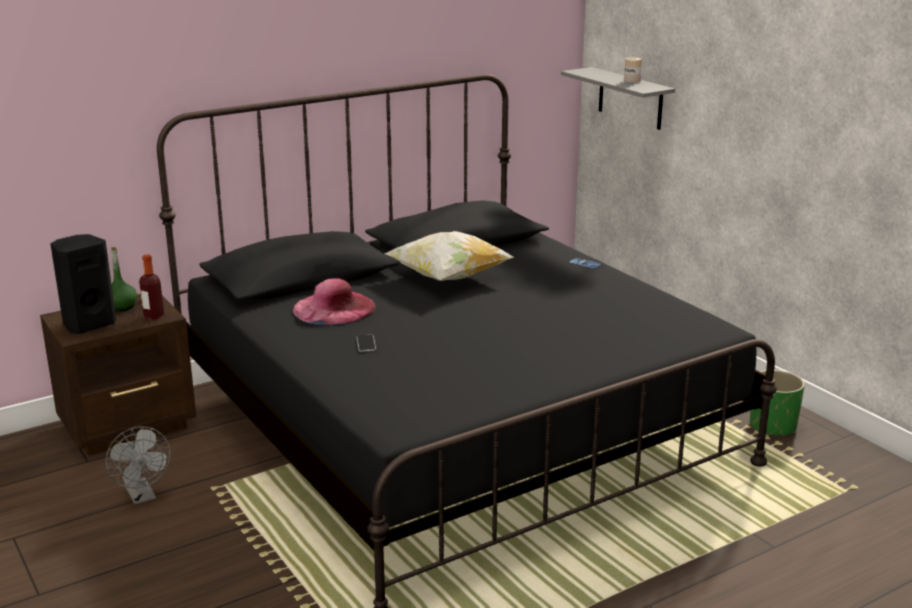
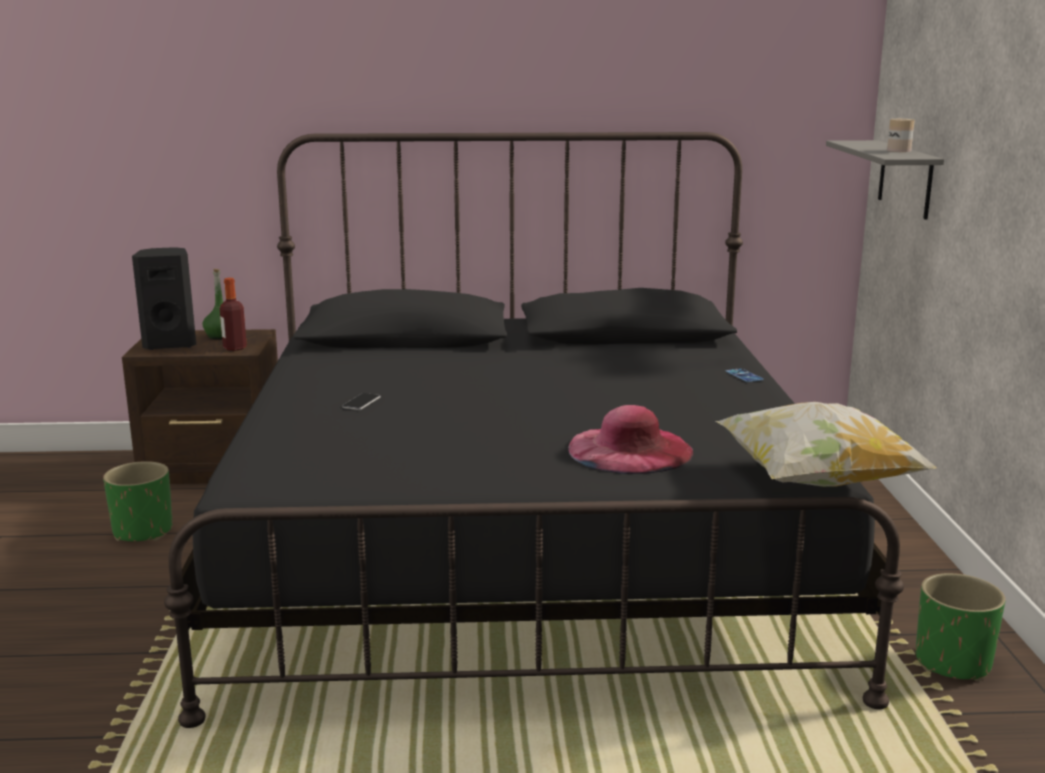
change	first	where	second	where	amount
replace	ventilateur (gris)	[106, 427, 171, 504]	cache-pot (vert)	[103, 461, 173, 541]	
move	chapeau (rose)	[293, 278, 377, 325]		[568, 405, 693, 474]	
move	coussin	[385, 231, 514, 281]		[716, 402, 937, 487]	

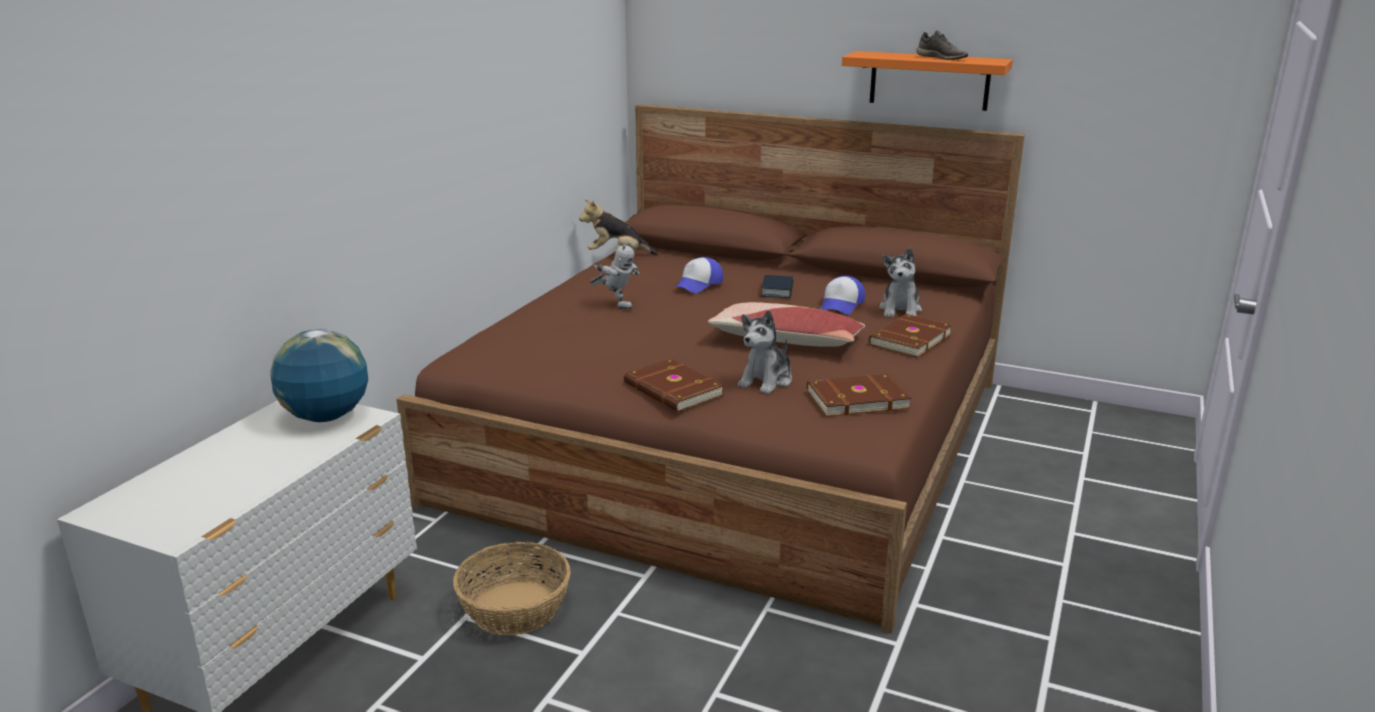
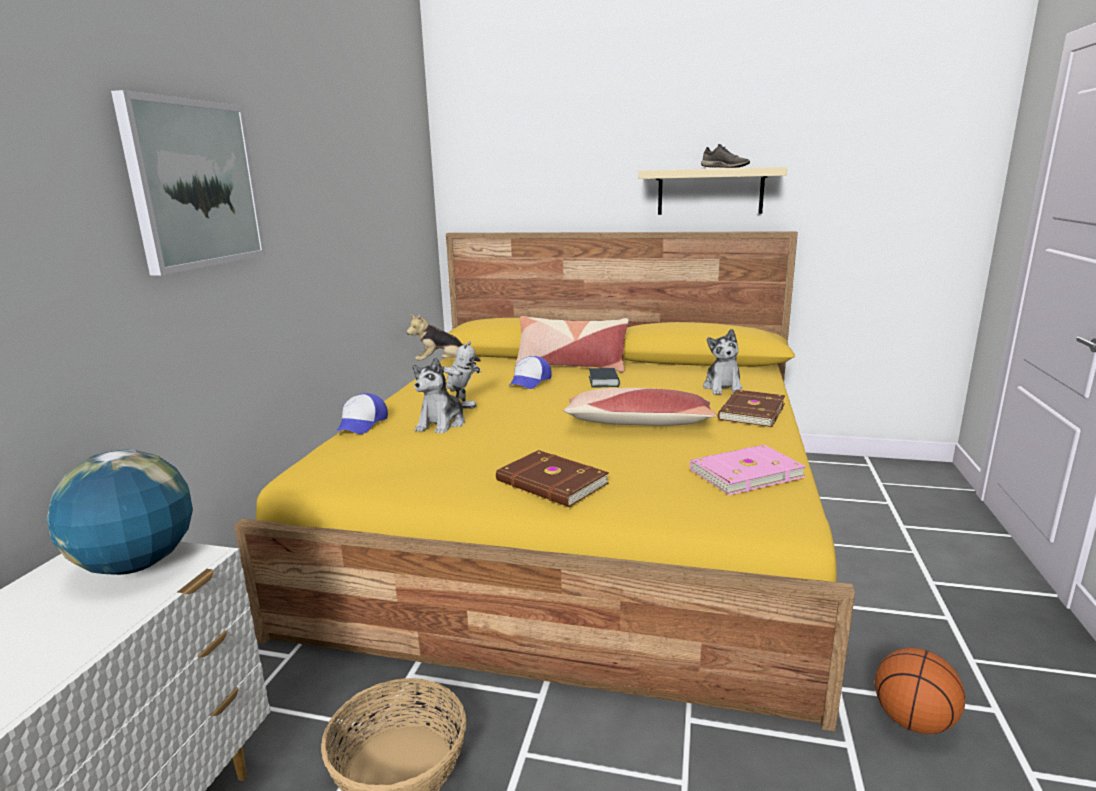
change	first	where	second	where	amount
insert			tableau	[111, 90, 266, 276]	
recolor	lit (marron)	[396, 104, 1025, 633]	lit (jaune)	[234, 231, 855, 732]	
move	casquette	[821, 276, 865, 315]		[335, 393, 388, 434]	
move	peluche	[738, 310, 792, 394]		[413, 357, 465, 433]	
insert			coussin	[516, 316, 629, 372]	
recolor	étagère (orange)	[842, 51, 1013, 111]	étagère (beige)	[638, 167, 787, 215]	
recolor	livre (marron)	[807, 374, 912, 417]	livre (rose)	[690, 445, 806, 495]	
insert			ballon de basket	[875, 648, 965, 734]	

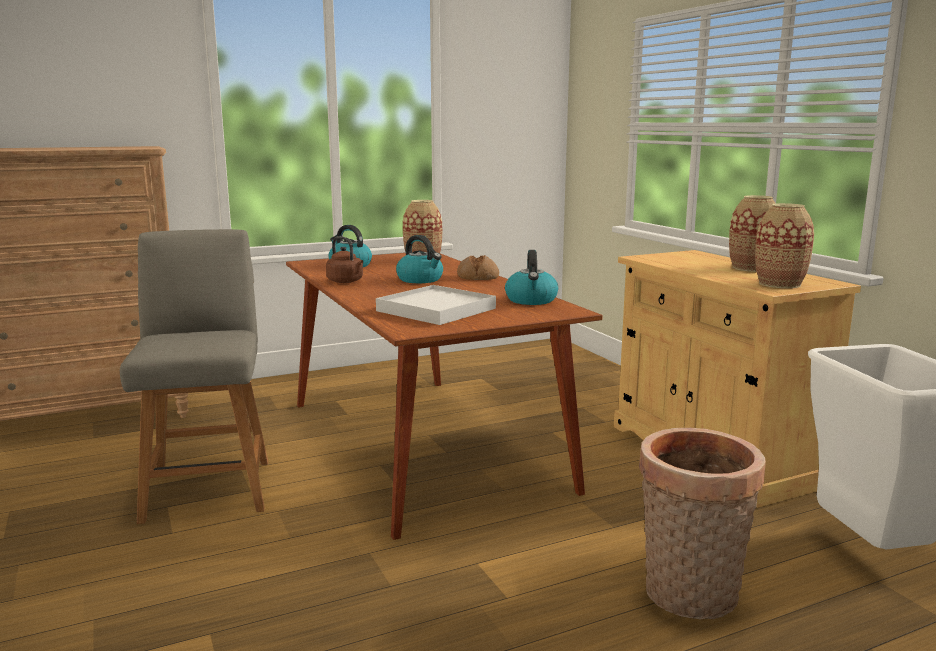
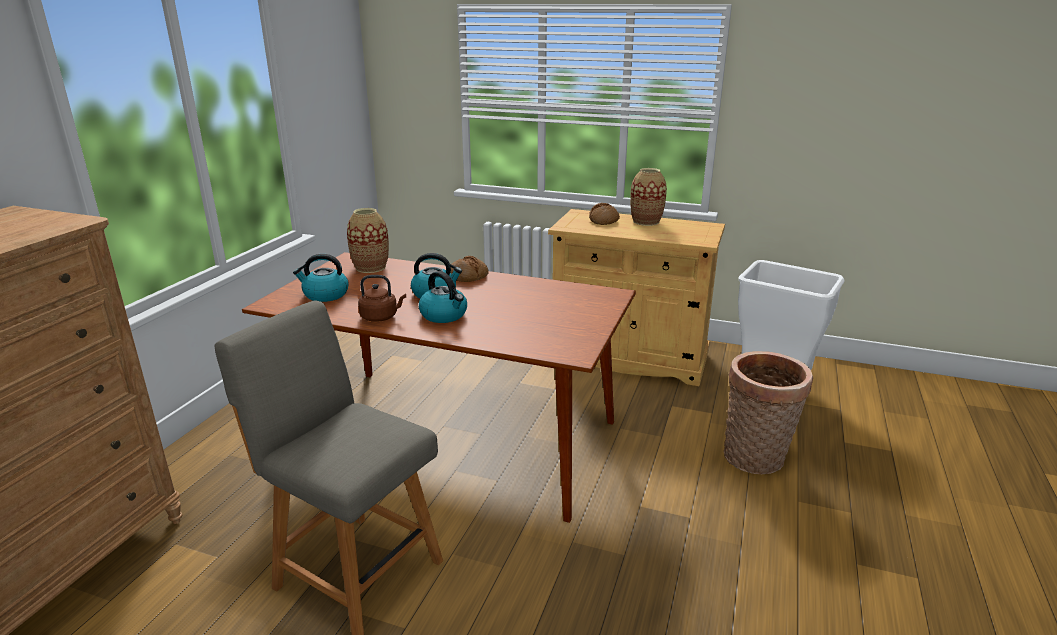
change	first	where	second	where	amount
move	bouilloire	[505, 250, 558, 305]		[419, 271, 467, 323]	
insert			pain	[589, 203, 620, 225]	
delete	plateau (blanc)	[376, 285, 496, 325]			
delete	vase	[755, 203, 814, 288]			

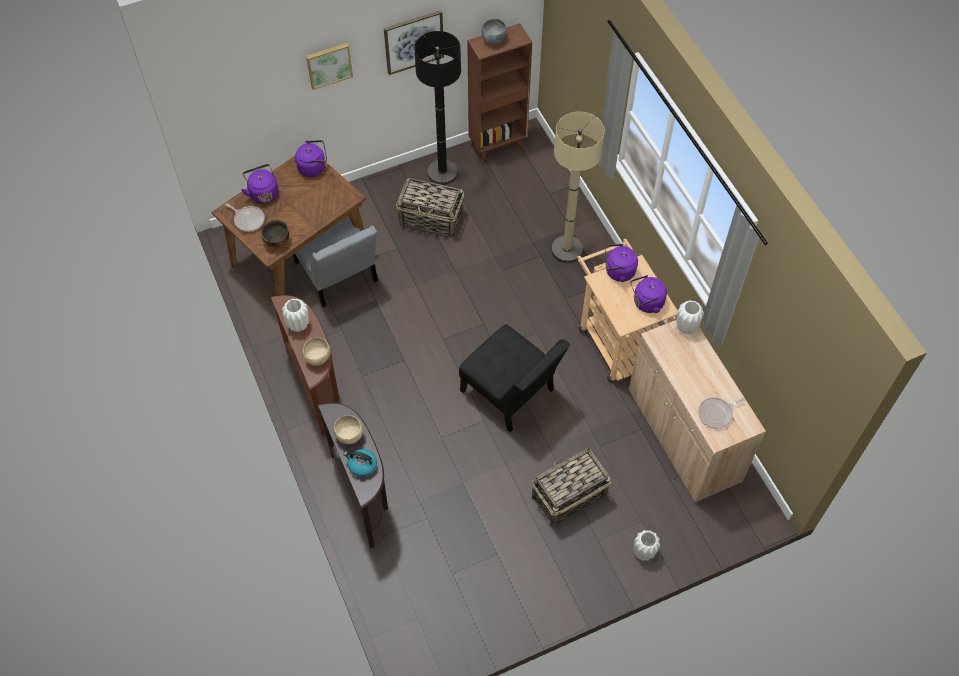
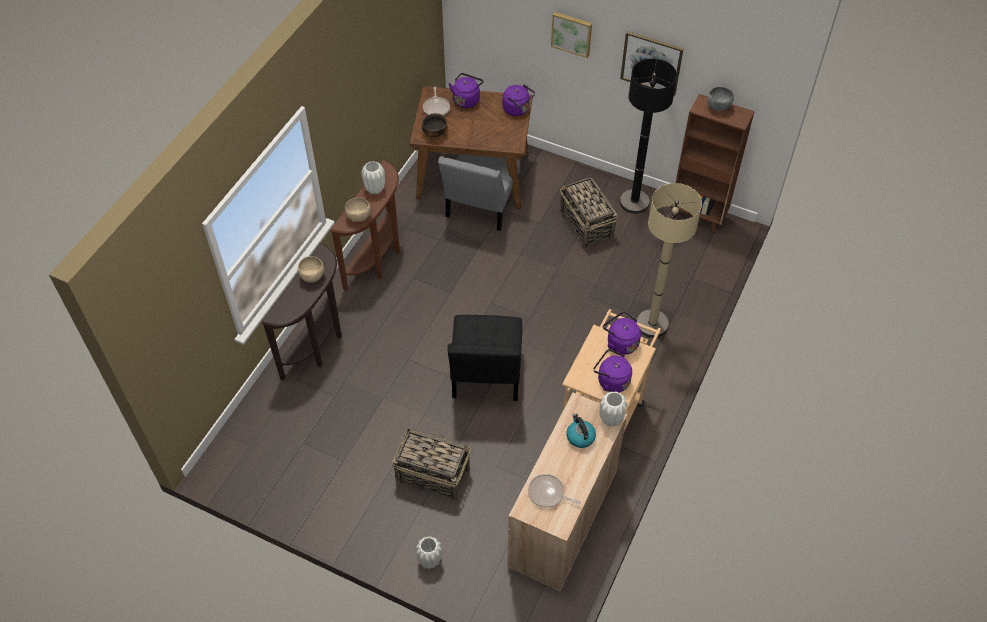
change	first	where	second	where	amount
move	bouilloire	[343, 449, 377, 477]		[567, 413, 596, 448]	

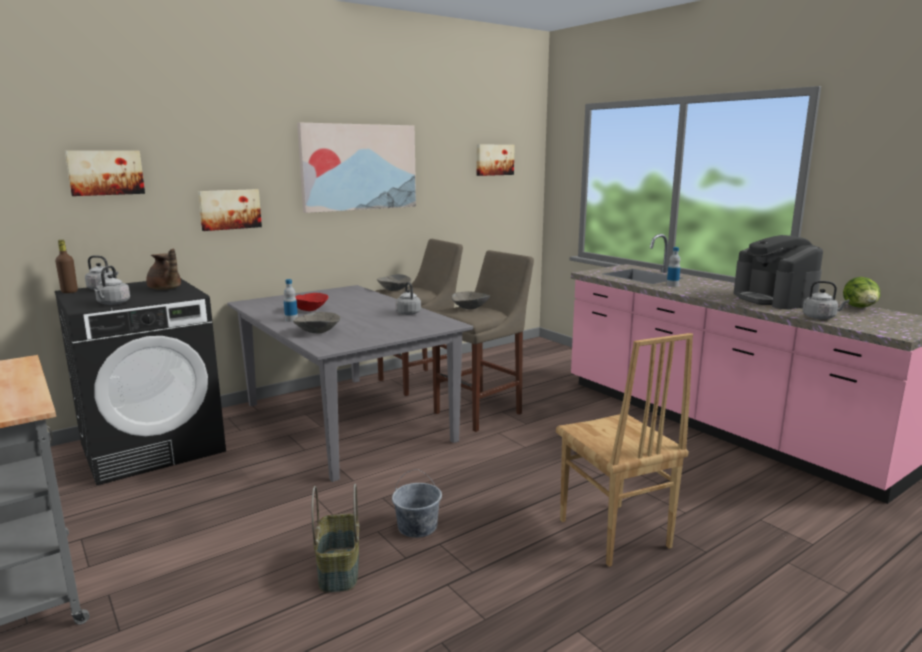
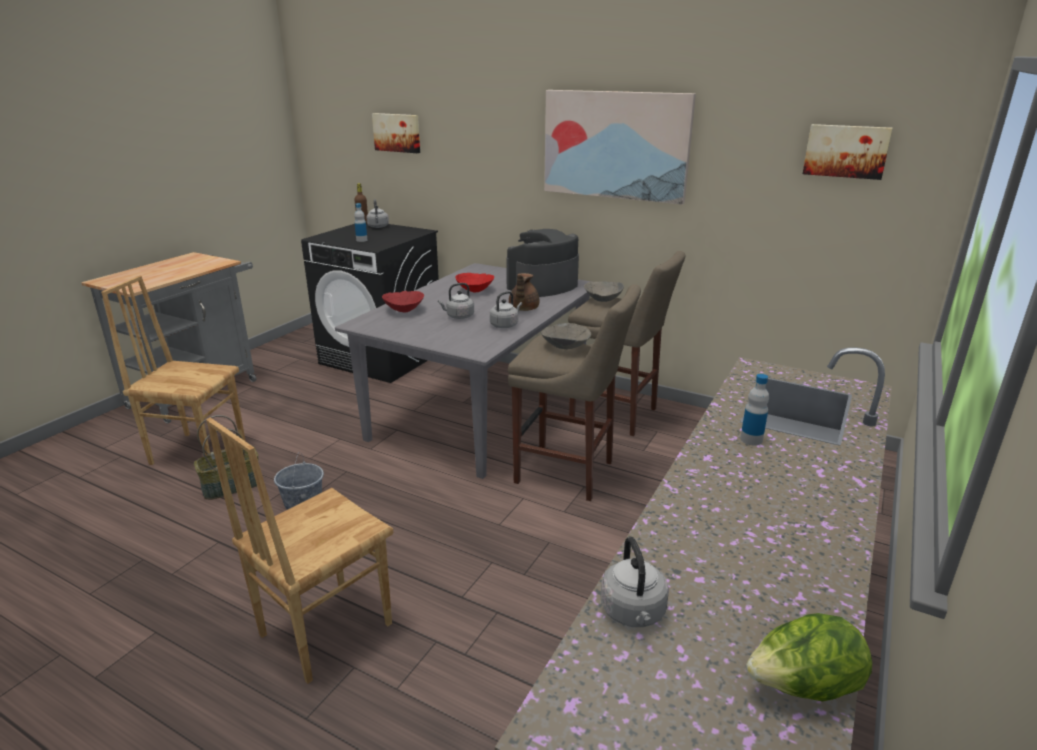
change	first	where	second	where	amount
insert			chaise (marron)	[101, 276, 245, 465]	
move	bouteille	[284, 279, 298, 322]		[354, 203, 367, 242]	
recolor	bol (gris)	[293, 312, 341, 334]	bol (rouge)	[382, 291, 424, 312]	
move	bouilloire (gris)	[94, 266, 130, 305]		[438, 283, 474, 319]	
move	machine à café	[734, 235, 823, 309]		[506, 229, 579, 297]	
move	théière (marron)	[146, 248, 181, 290]		[509, 273, 539, 311]	
delete	tableau	[198, 189, 262, 231]			

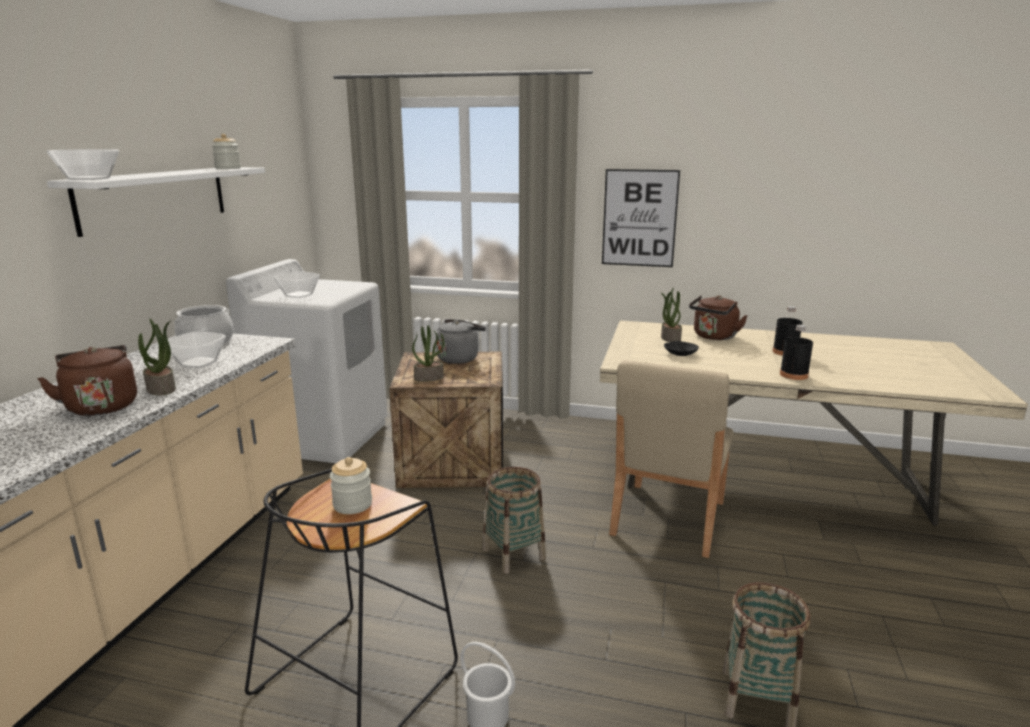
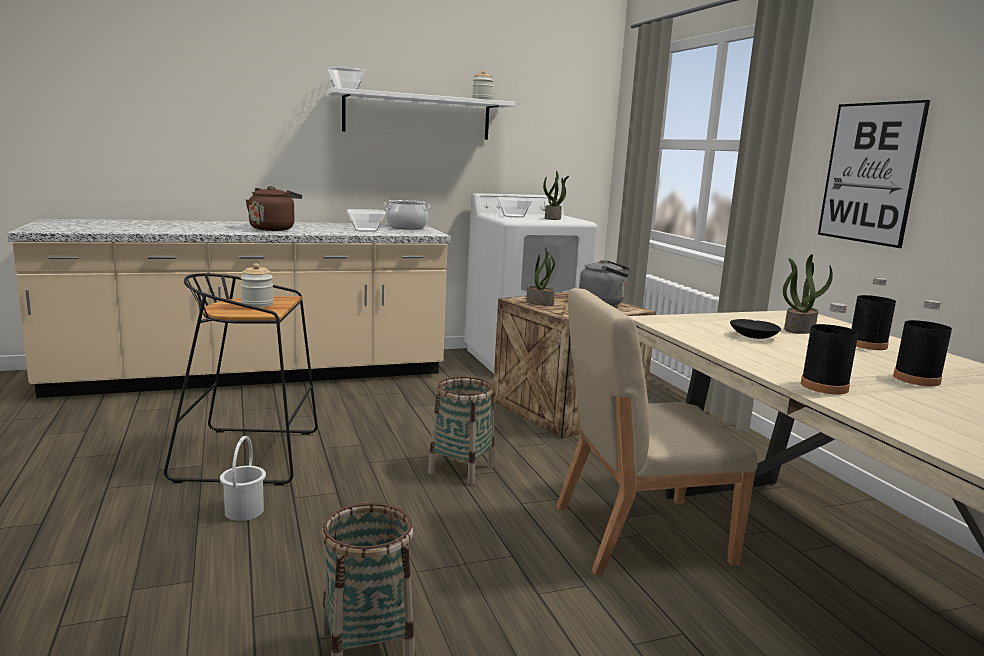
change	first	where	second	where	amount
move	plante en pot	[138, 318, 176, 396]		[543, 171, 569, 220]	
replace	bouilloire (marron)	[689, 295, 747, 340]	bouteille (noir)	[851, 277, 896, 350]	

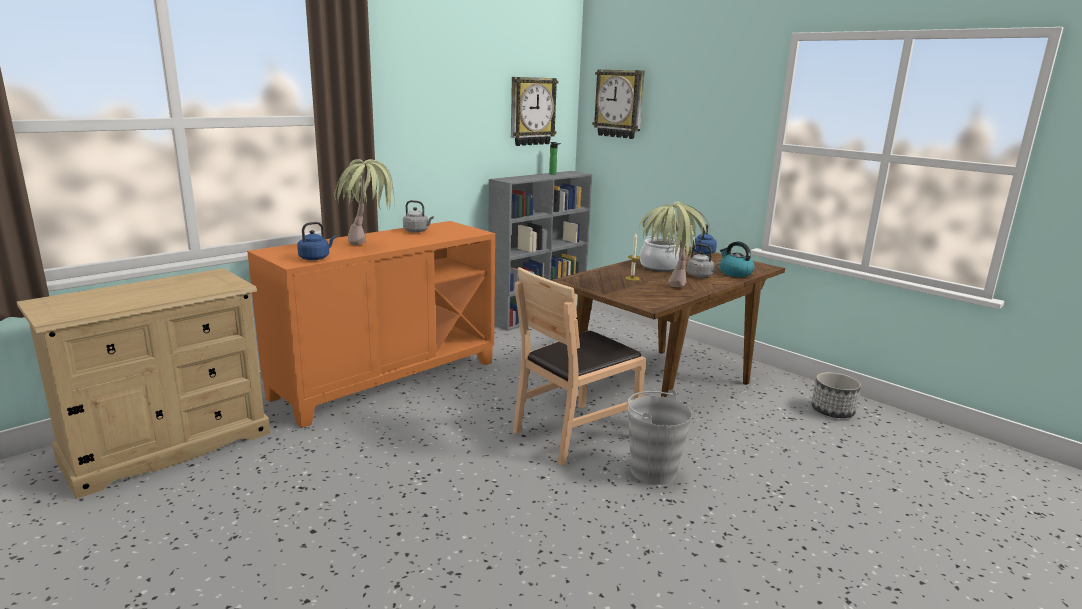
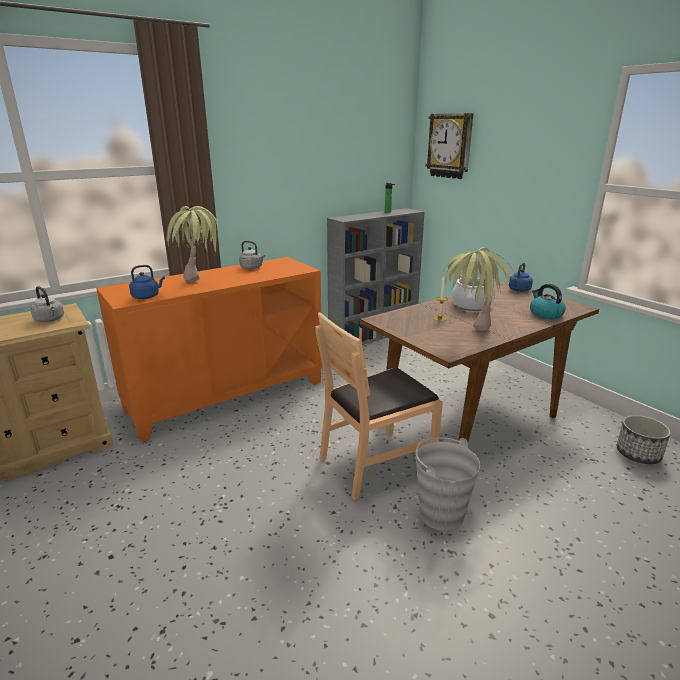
change	first	where	second	where	amount
move	bouilloire (gris)	[686, 244, 721, 278]		[31, 286, 64, 322]	
delete	horloge murale	[511, 77, 558, 146]			

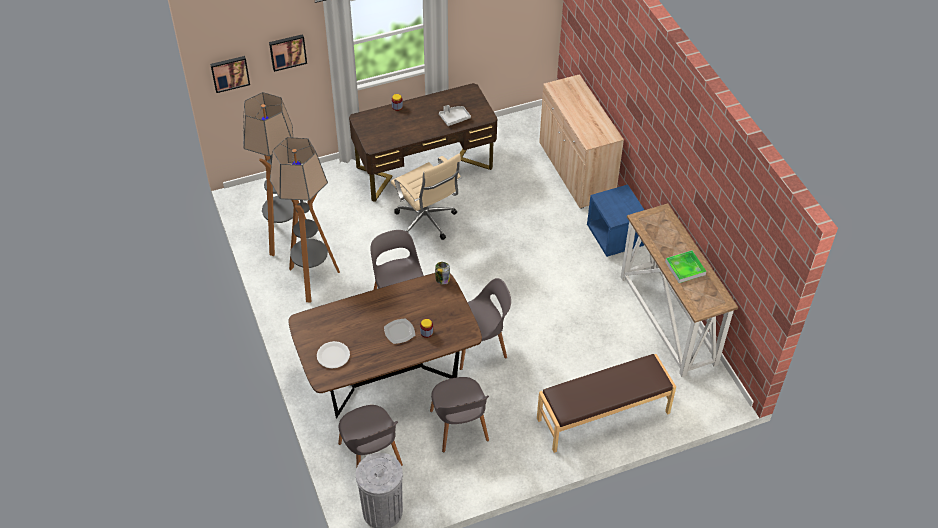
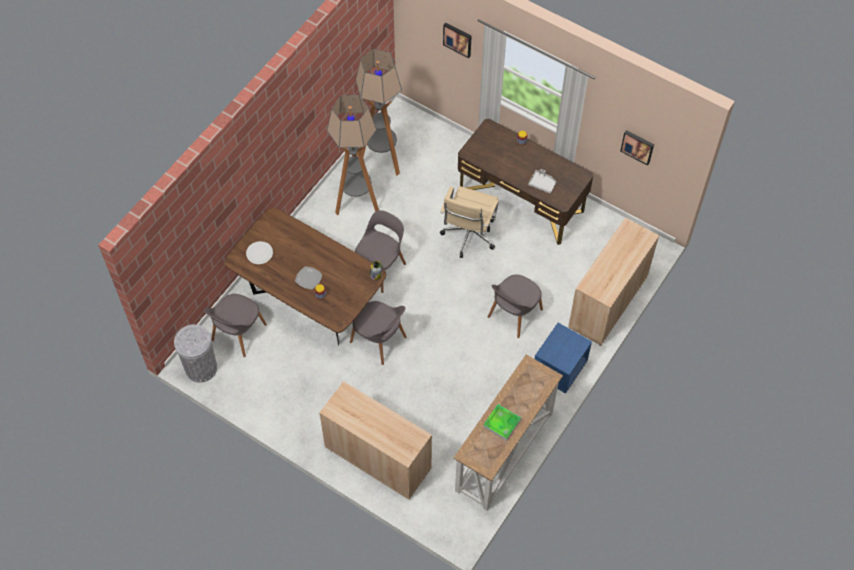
change	first	where	second	where	amount
replace	banc (marron)	[537, 354, 676, 453]	meuble de rangement (beige)	[319, 381, 432, 500]	
move	chaise (gris)	[430, 377, 489, 452]		[488, 275, 543, 338]	
move	tableau	[210, 56, 250, 93]		[620, 130, 654, 165]	

